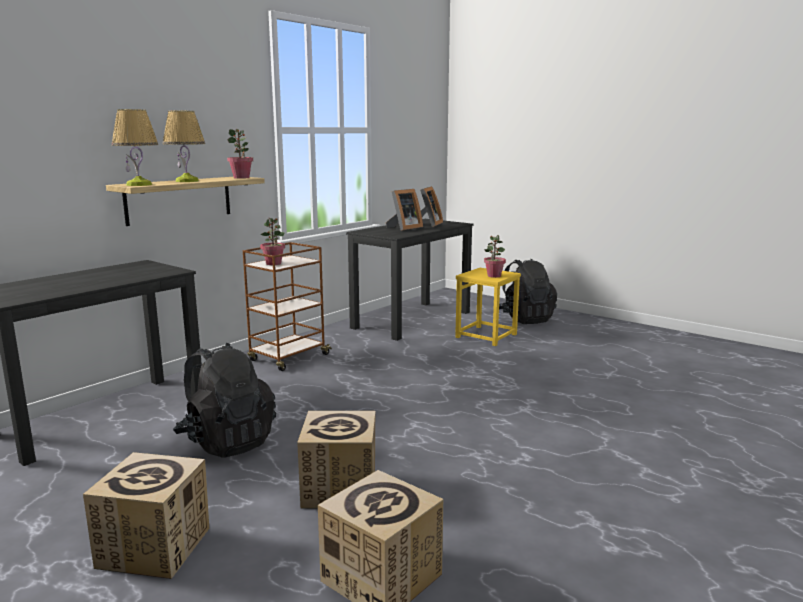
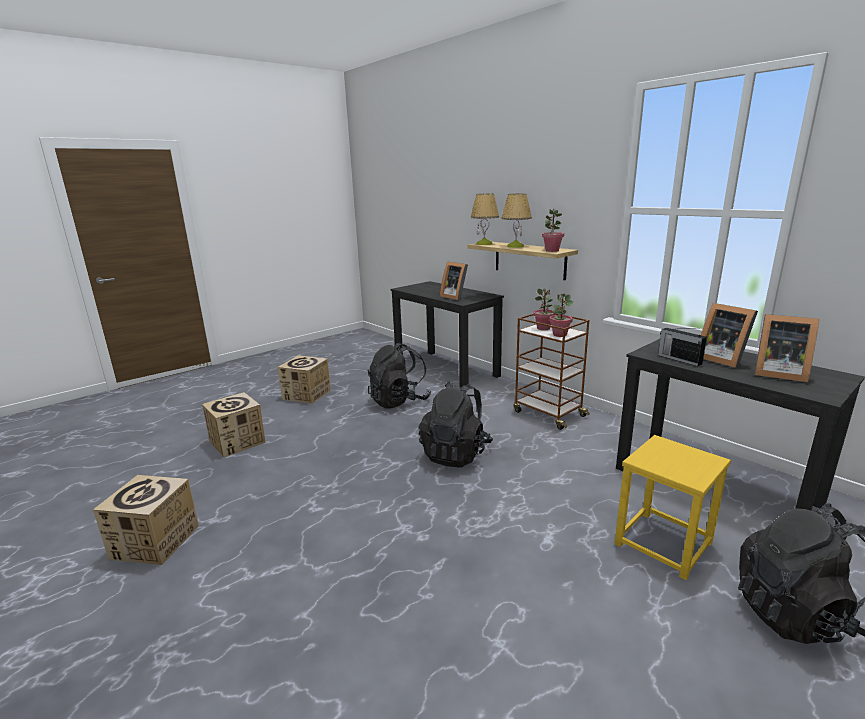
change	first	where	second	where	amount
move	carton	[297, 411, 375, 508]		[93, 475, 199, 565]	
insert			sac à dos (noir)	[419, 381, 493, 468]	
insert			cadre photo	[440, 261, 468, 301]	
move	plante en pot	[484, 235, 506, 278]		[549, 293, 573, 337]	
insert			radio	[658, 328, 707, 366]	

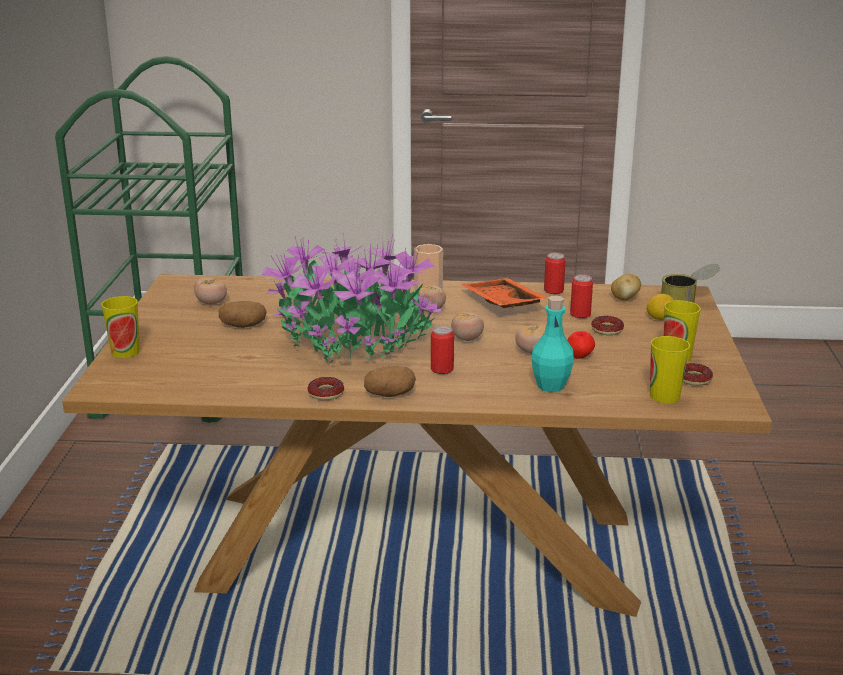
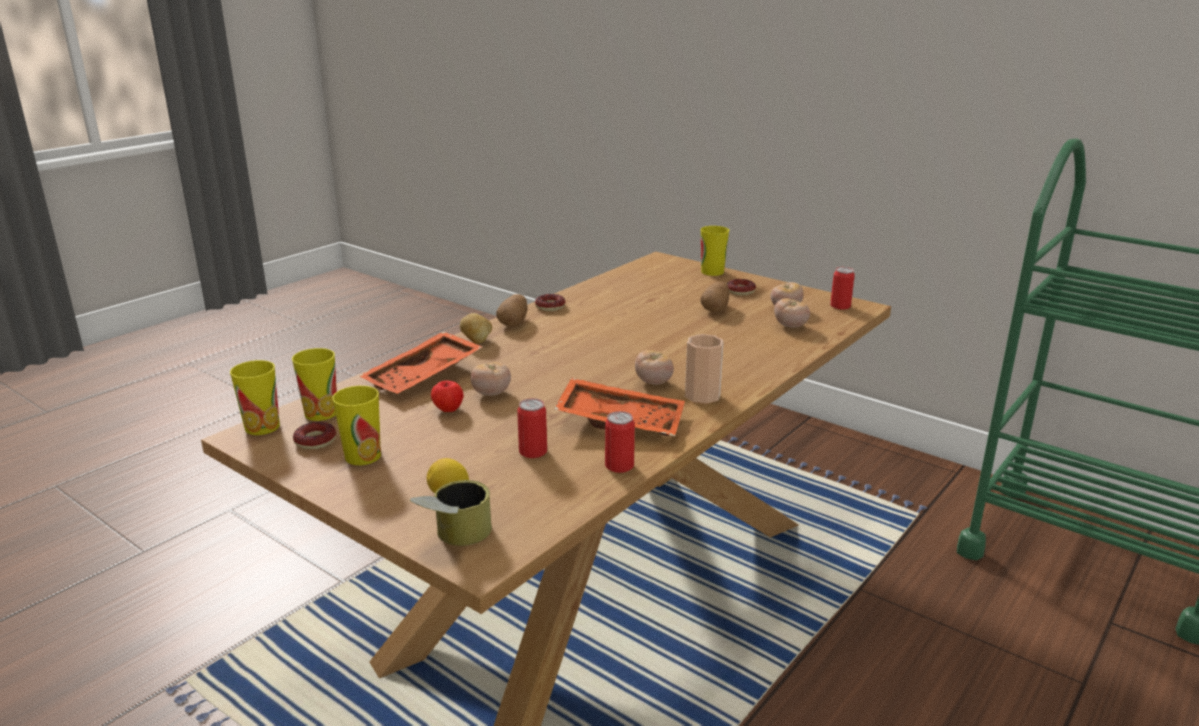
change	first	where	second	where	amount
insert			tasse	[230, 360, 280, 435]	
replace	bouteille (turquoise)	[531, 295, 574, 392]	plateau (orange)	[359, 331, 482, 394]	
move	pomme de terre	[611, 274, 641, 300]		[460, 313, 492, 344]	
move	beignet	[591, 316, 624, 335]		[727, 279, 756, 295]	
move	tomate	[451, 311, 484, 341]		[774, 298, 810, 328]	
move	boîte métallique	[431, 325, 454, 374]		[830, 267, 855, 310]	
delete	plante en pot	[262, 233, 442, 363]			

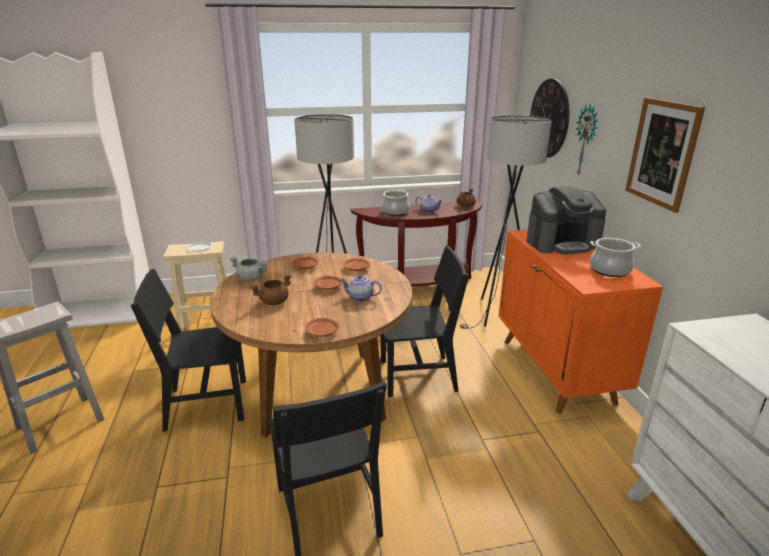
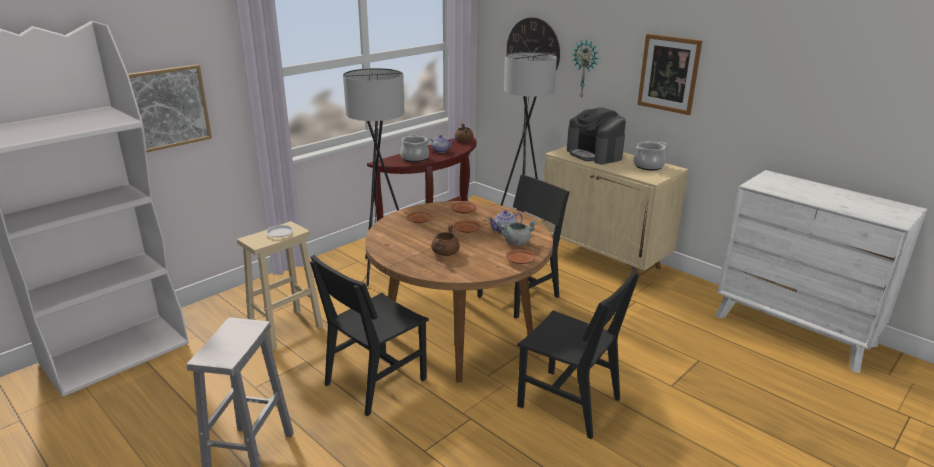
change	first	where	second	where	amount
insert			tableau	[128, 64, 212, 153]	
move	marmite (gris)	[230, 257, 269, 282]		[500, 220, 537, 246]	
recolor	meuble de rangement (orange)	[499, 230, 663, 413]	meuble de rangement (beige)	[541, 146, 689, 273]	
rotate	machine à café	[527, 186, 606, 254]		[567, 107, 626, 164]	105 degrees clockwise

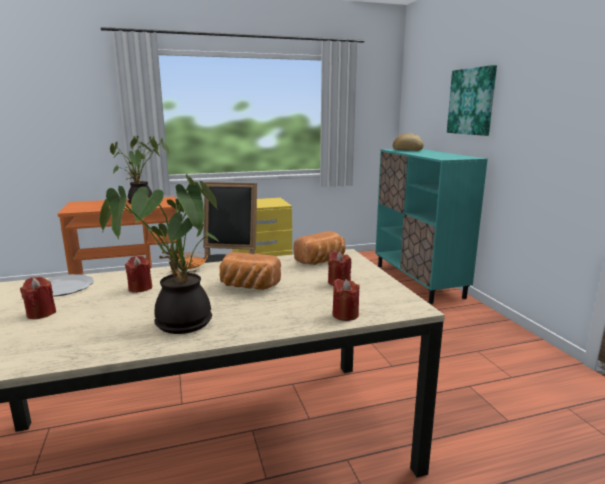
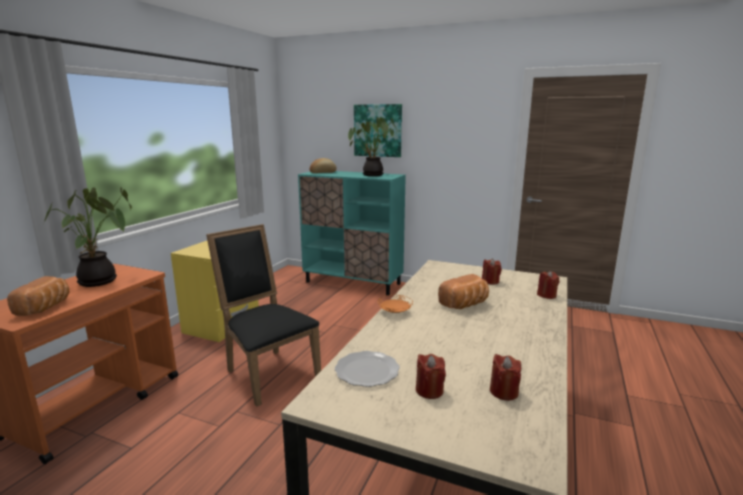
change	first	where	second	where	amount
move	pain	[293, 231, 346, 265]		[7, 276, 70, 316]	
move	plante en pot	[99, 174, 219, 334]		[348, 117, 397, 176]	
move	bougie (rouge)	[125, 256, 152, 293]		[490, 354, 521, 401]	

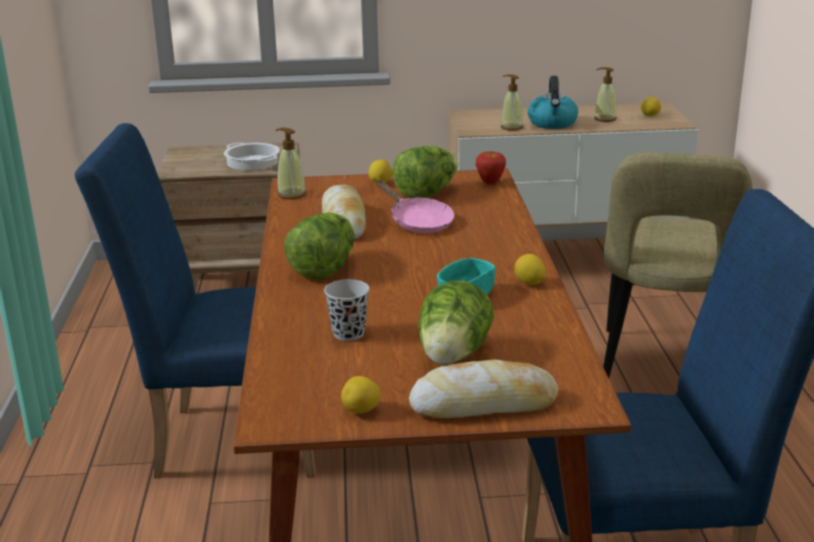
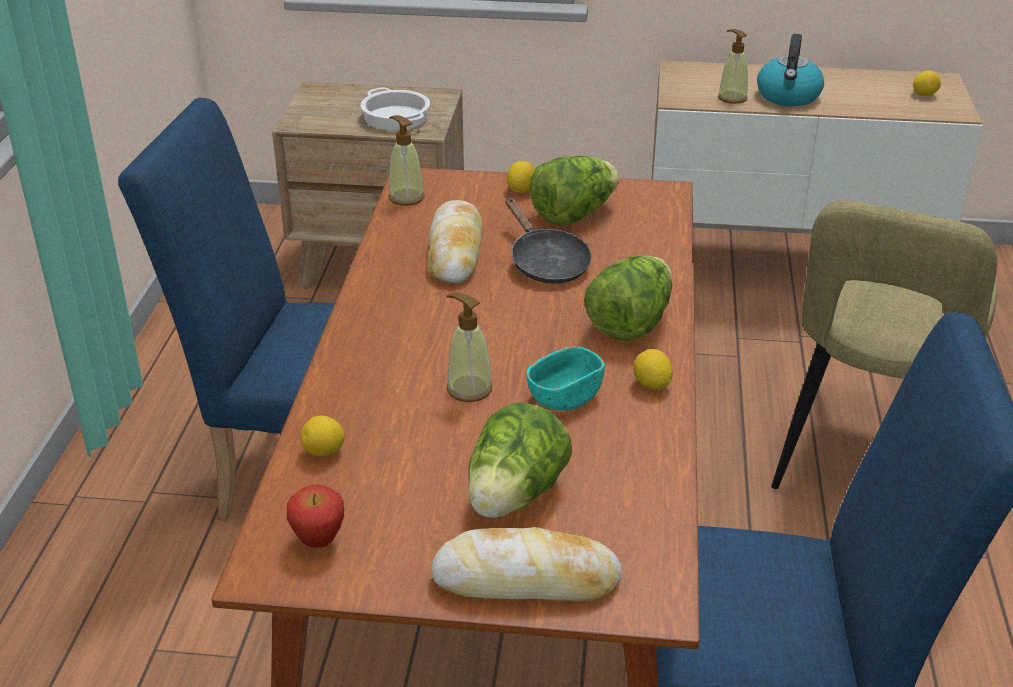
change	first	where	second	where	amount
move	pomme	[476, 151, 506, 184]		[287, 485, 344, 548]	
move	citron	[341, 376, 380, 413]		[300, 416, 345, 456]	
move	distributeur de savon	[594, 67, 616, 122]		[447, 293, 492, 402]	
recolor	poêle (rose)	[376, 181, 454, 233]	poêle (noir)	[506, 197, 592, 284]	
move	laitue	[284, 212, 354, 280]		[584, 255, 672, 341]	
delete	tasse (noir)	[324, 279, 370, 341]			

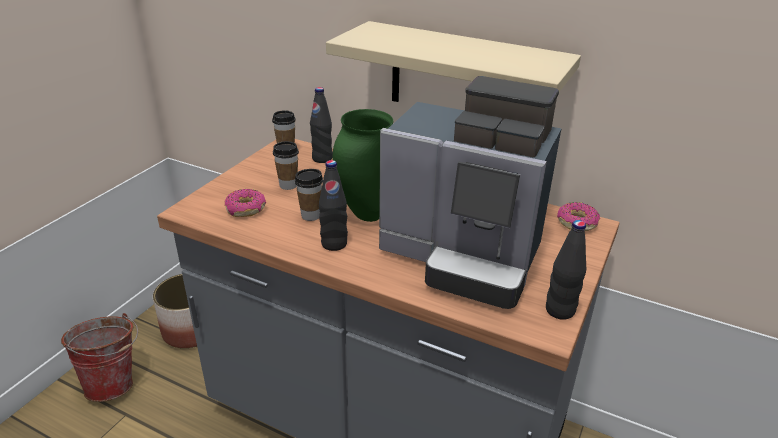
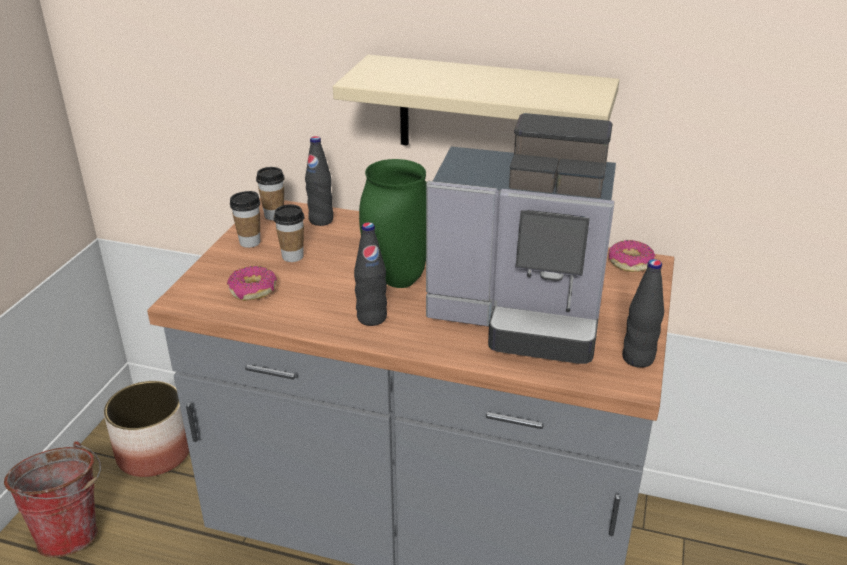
change	first	where	second	where	amount
move	tasse	[295, 169, 323, 221]		[230, 191, 260, 248]	

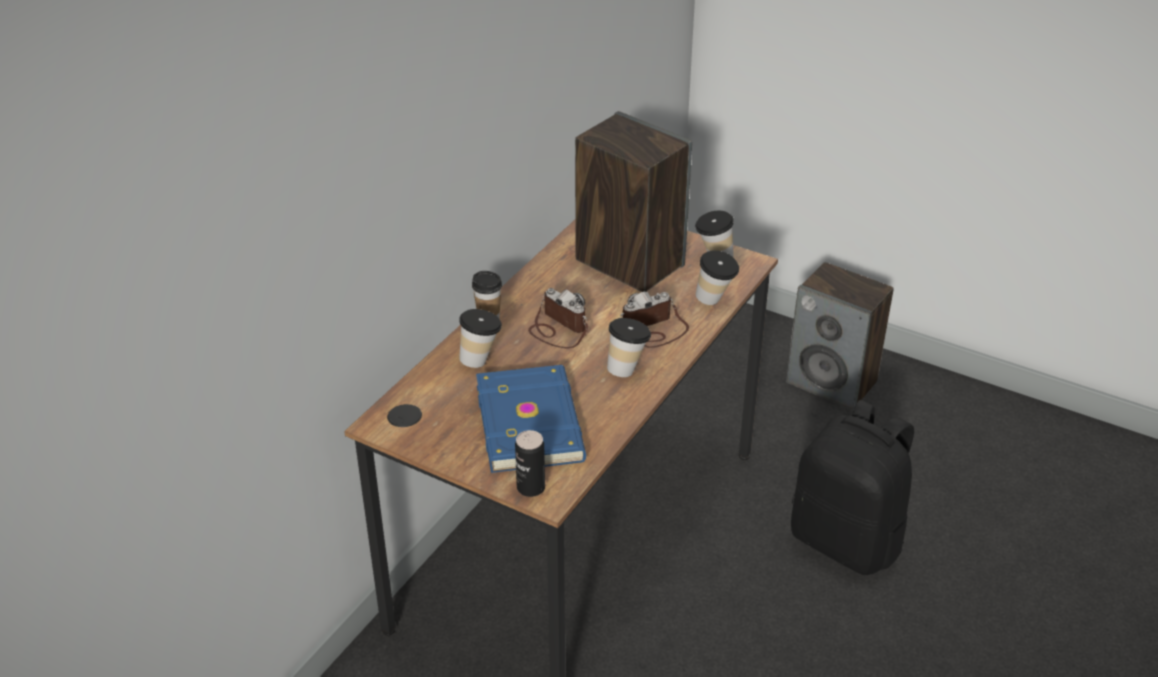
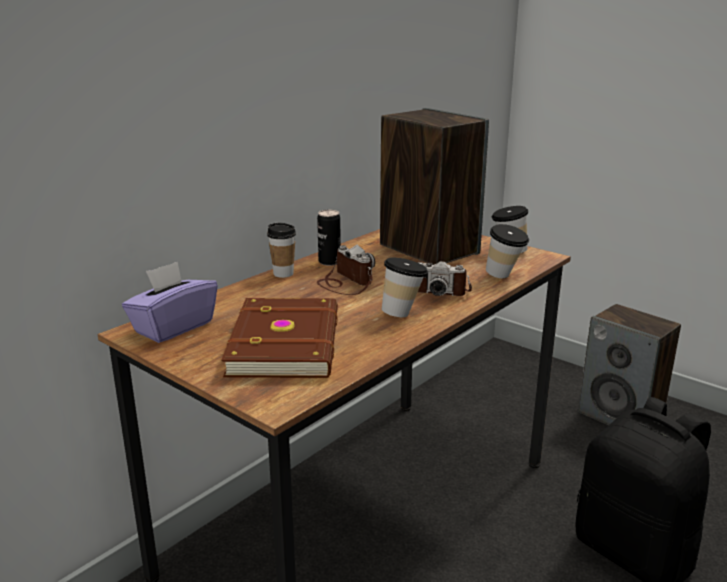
change	first	where	second	where	amount
insert			boîte à mouchoirs (violet)	[122, 261, 218, 343]	
recolor	livre (bleu)	[476, 365, 586, 473]	livre (marron)	[221, 298, 338, 378]	
move	boîte métallique	[515, 430, 545, 497]		[317, 210, 341, 266]	
rotate	appareil photo	[620, 292, 689, 348]		[417, 261, 472, 296]	150 degrees counterclockwise
delete	tasse	[459, 309, 502, 368]			

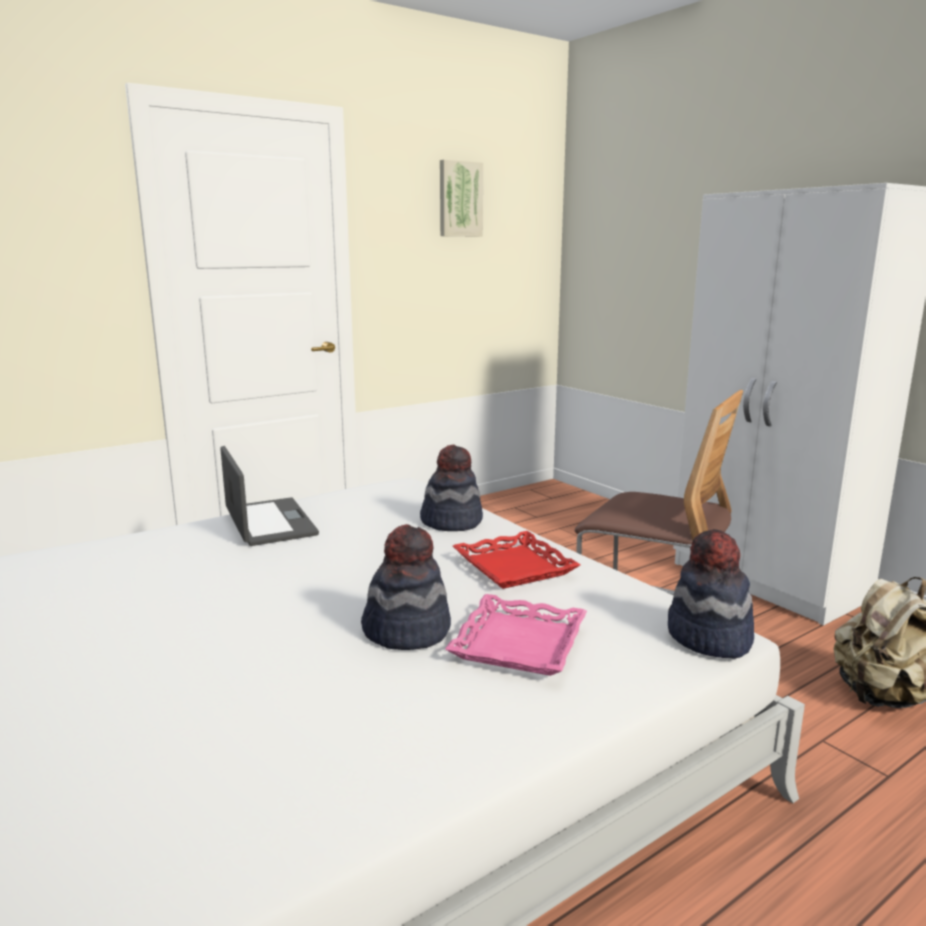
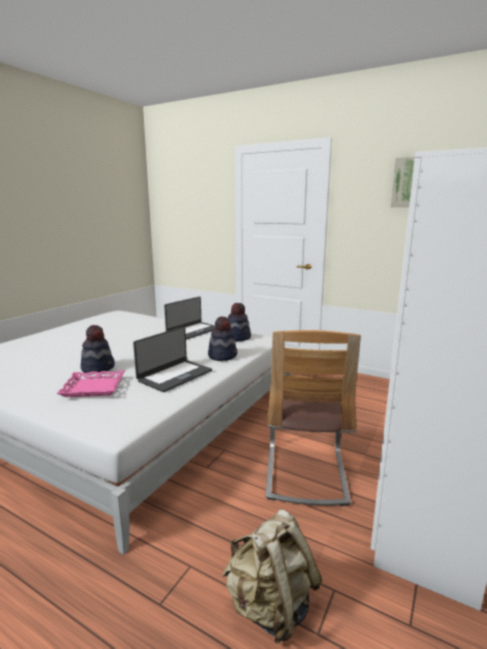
change	first	where	second	where	amount
replace	plateau (rouge)	[453, 531, 580, 589]	ordinateur portable	[133, 326, 212, 392]	
move	chapeau	[668, 529, 754, 659]		[228, 303, 251, 341]	

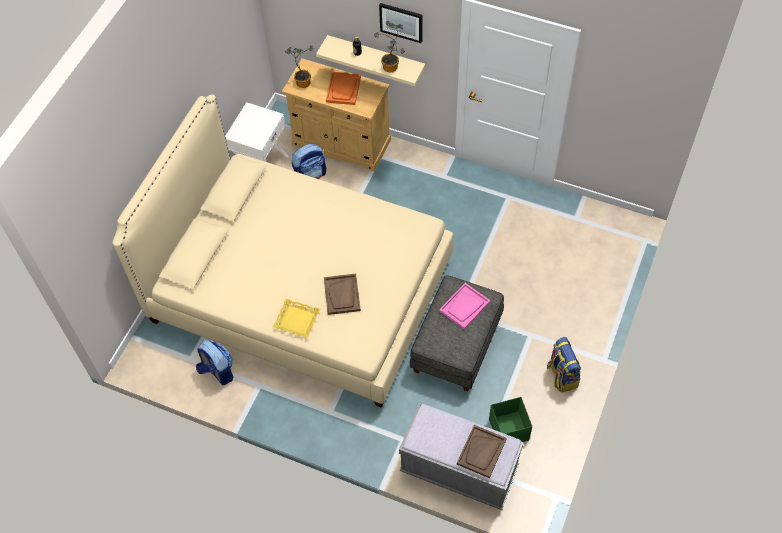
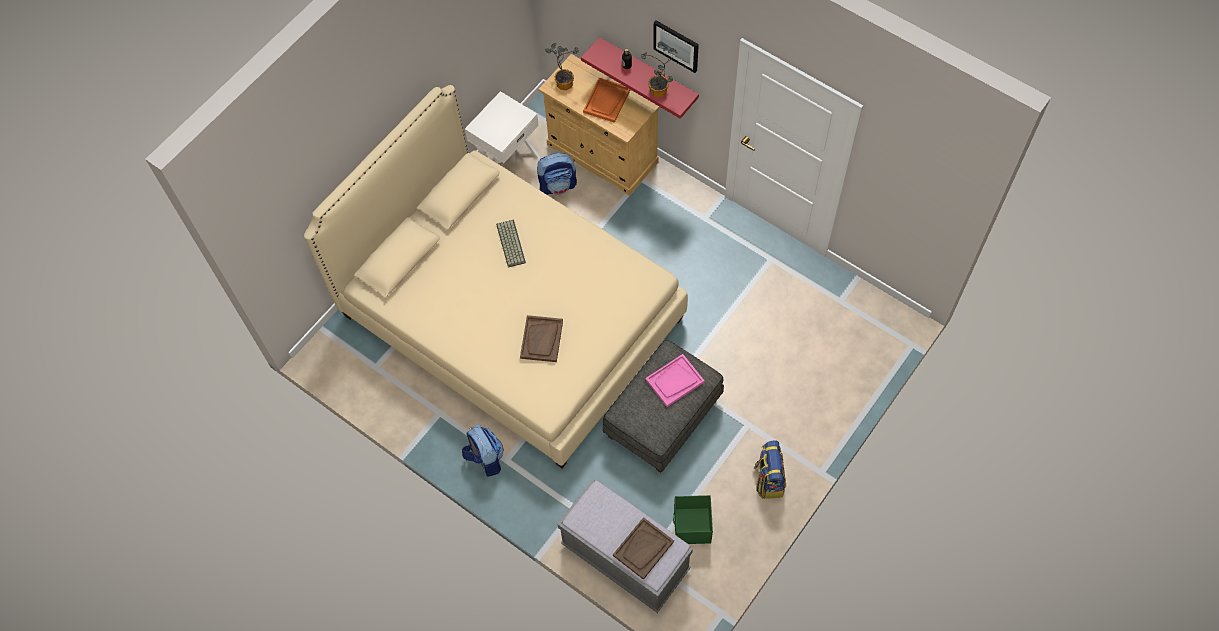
change	first	where	second	where	amount
move	sac à dos	[196, 339, 233, 385]		[462, 425, 504, 477]	
insert			clavier	[496, 219, 526, 267]	
recolor	étagère (beige)	[316, 35, 425, 86]	étagère (rouge)	[581, 37, 699, 119]	
delete	plateau (jaune)	[273, 299, 320, 338]			

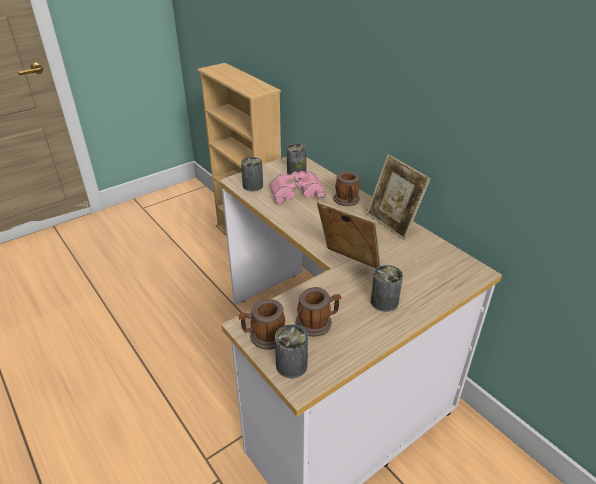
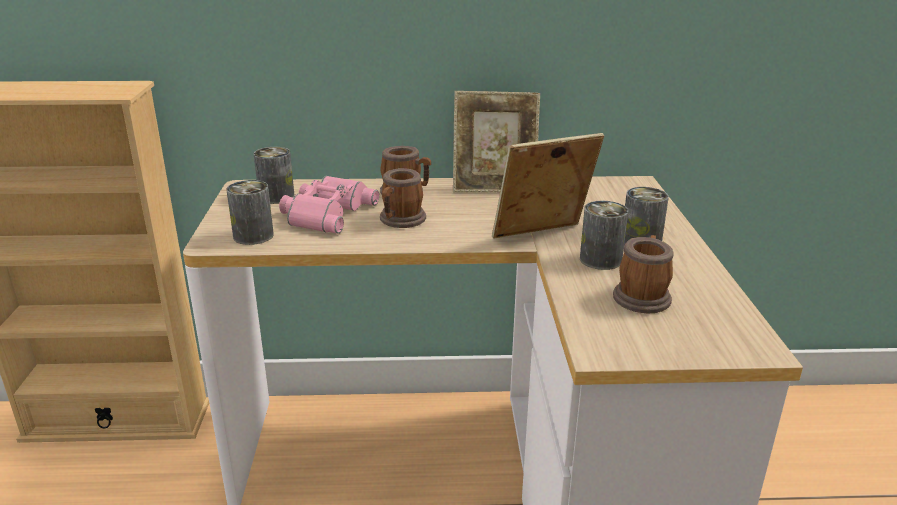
change	first	where	second	where	amount
move	mug	[239, 299, 285, 350]		[380, 168, 426, 228]	
move	boîte métallique	[275, 325, 308, 379]		[580, 201, 628, 270]	

